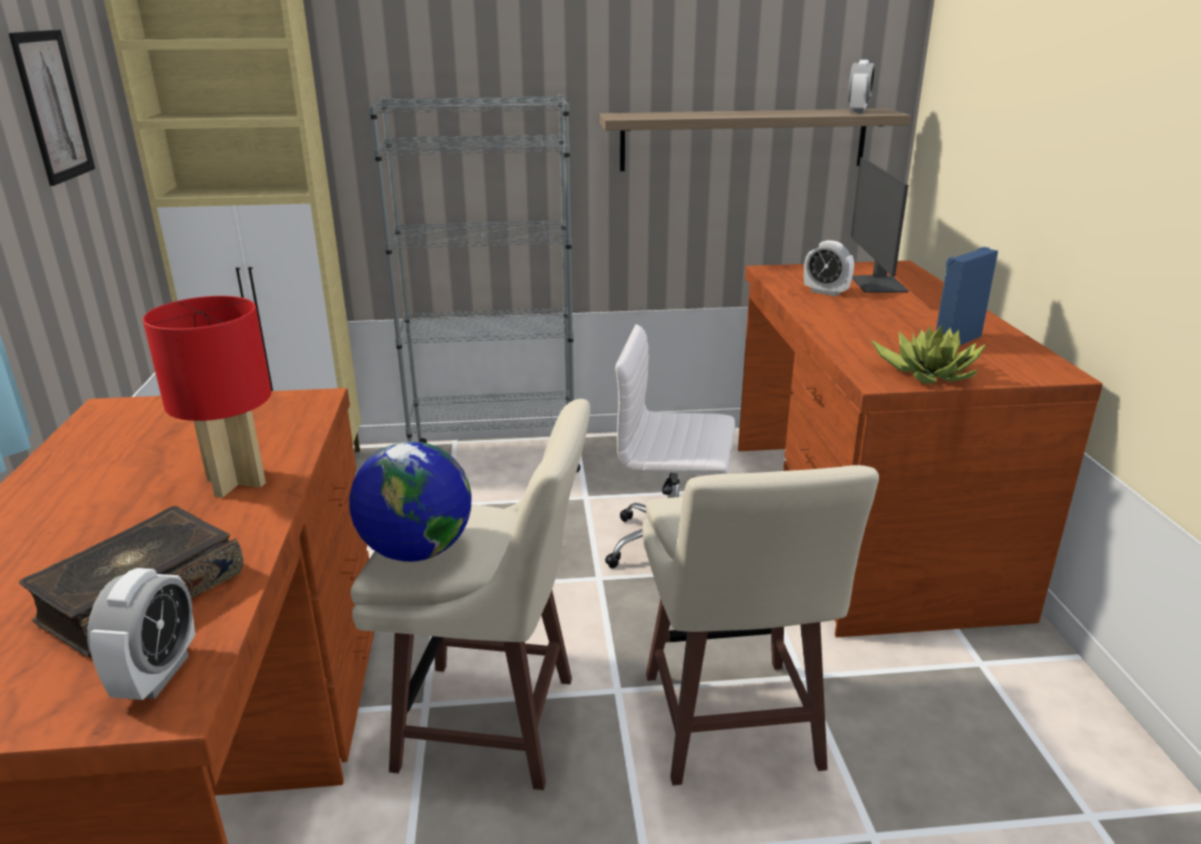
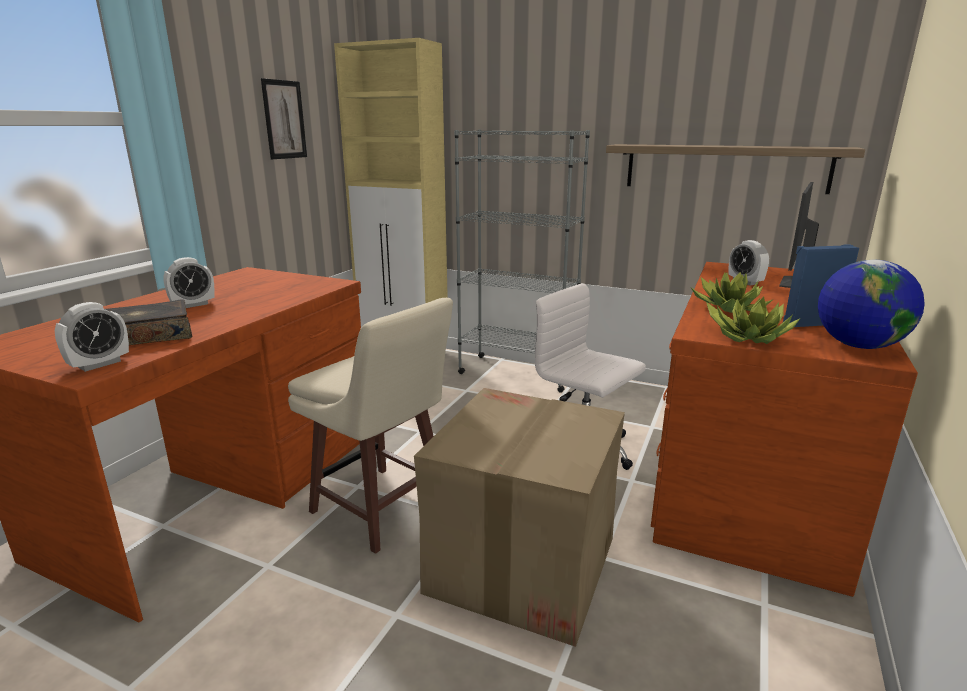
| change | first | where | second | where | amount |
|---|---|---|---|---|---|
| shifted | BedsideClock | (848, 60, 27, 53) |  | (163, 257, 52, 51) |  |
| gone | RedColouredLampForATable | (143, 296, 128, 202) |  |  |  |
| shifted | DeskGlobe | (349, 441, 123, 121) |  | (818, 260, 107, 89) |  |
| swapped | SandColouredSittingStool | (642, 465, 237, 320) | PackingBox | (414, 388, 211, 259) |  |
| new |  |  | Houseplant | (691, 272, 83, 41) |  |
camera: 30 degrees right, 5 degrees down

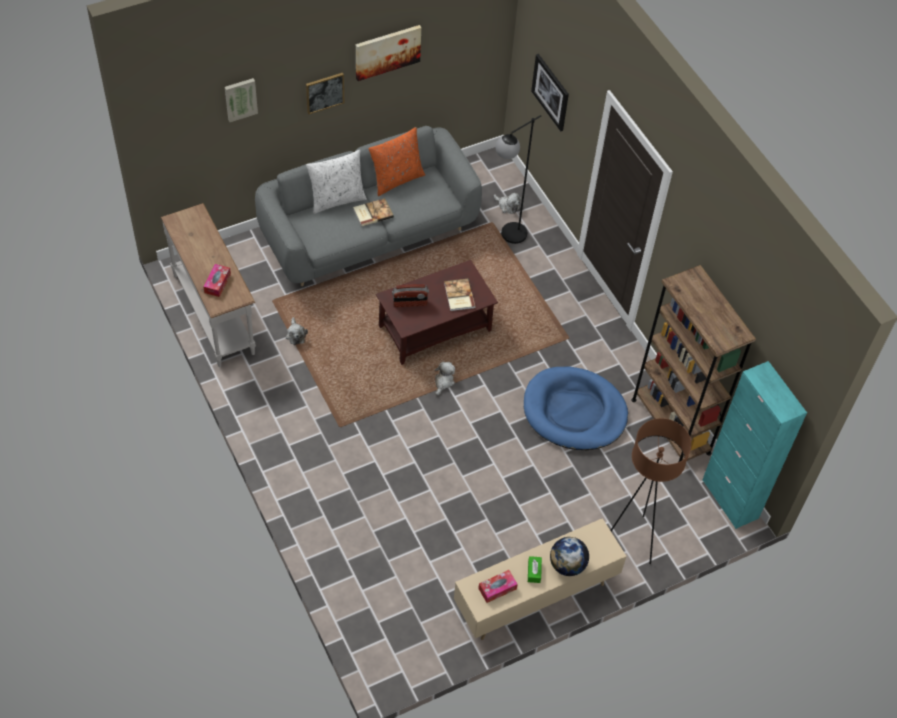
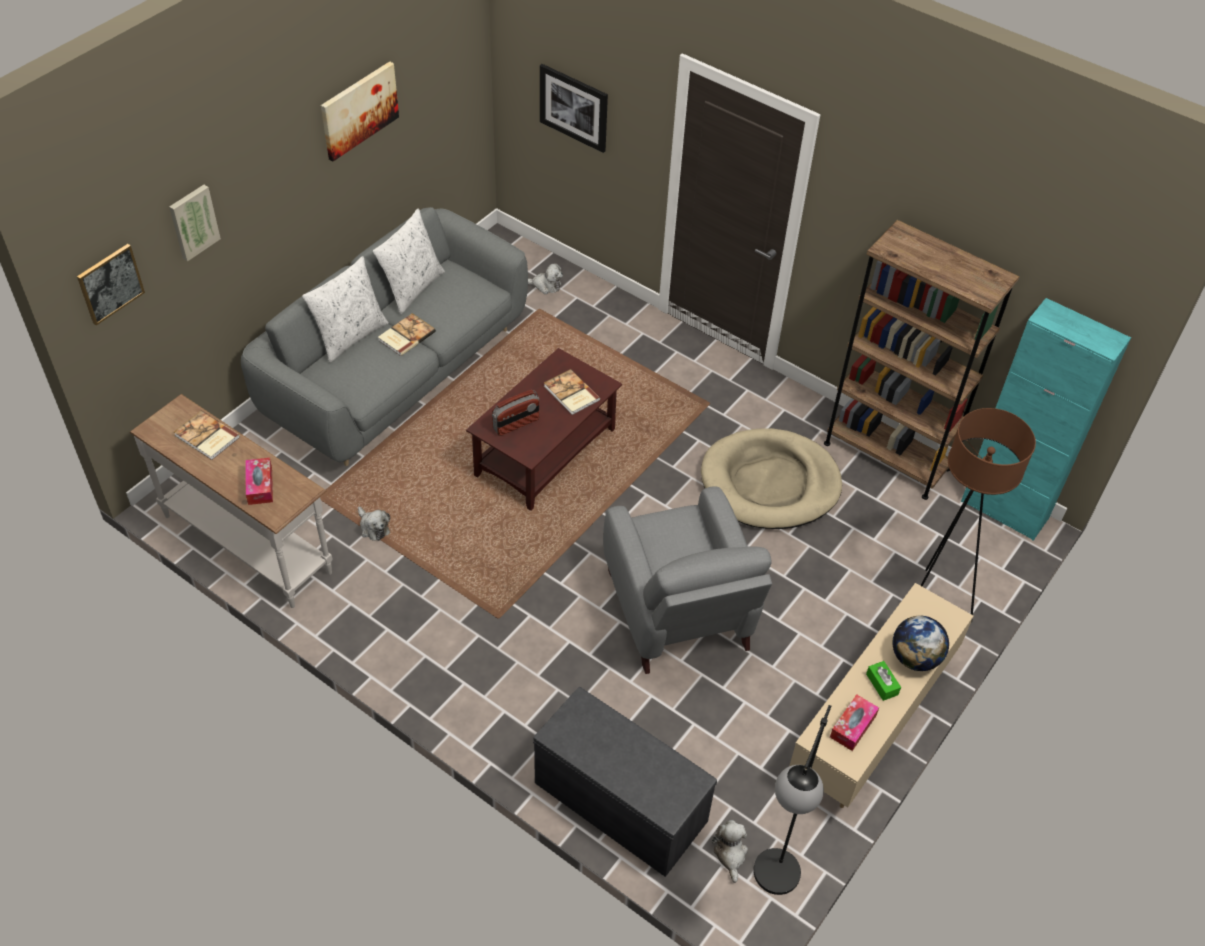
| change | first | where | second | where | amount |
|---|---|---|---|---|---|
| shifted | Picture | (306, 73, 38, 42) |  | (77, 244, 68, 81) |  |
| shifted | BlackStandardLamp | (495, 115, 46, 129) |  | (753, 705, 79, 190) |  |
| repainted | OrangeyCushion | (369, 127, 56, 69) | WhitishCushion | (373, 208, 72, 106) |  |
| shifted | SoftToy | (435, 362, 20, 33) |  | (712, 820, 36, 63) |  |
| repainted | BlueDogBed | (524, 367, 104, 83) | SandColouredDogBed | (701, 428, 141, 101) |  |
| new |  |  | Book | (174, 411, 66, 49) |  |
| new |  |  | GrayLoungeChair | (603, 486, 169, 188) |  |
| new |  |  | GrayLongSeat | (533, 687, 184, 190) |  |
camera: 25 degrees left, 5 degrees down

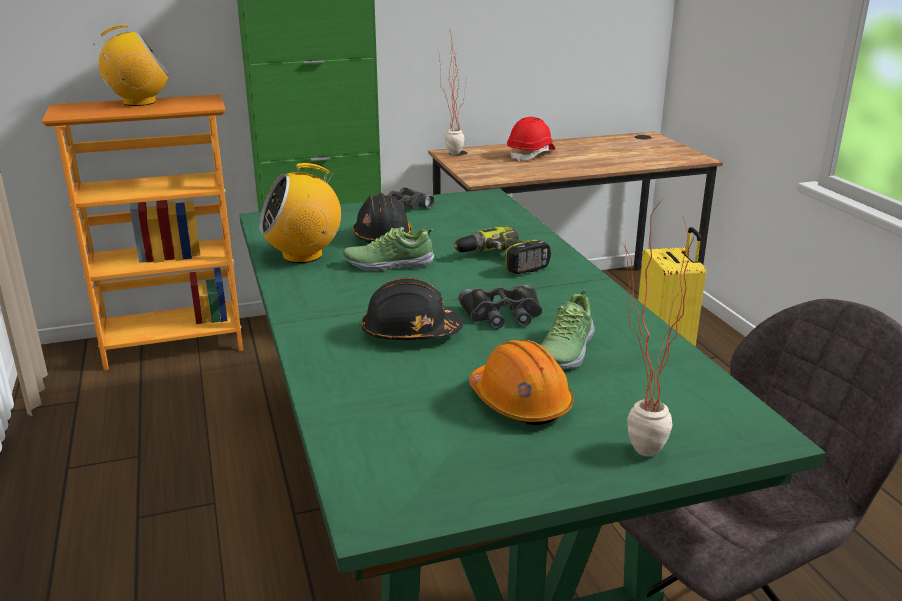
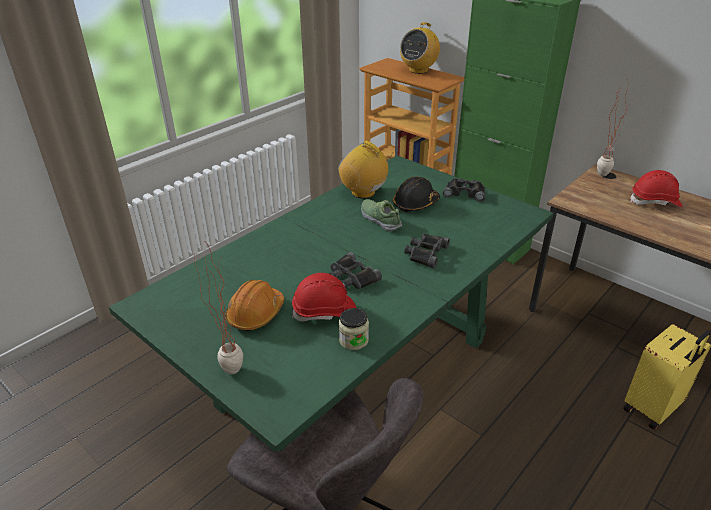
| change | first | where | second | where | amount |
|---|---|---|---|---|---|
| rotated | RadioSet | (98, 25, 71, 81) |  | (400, 22, 40, 52) | 90 degrees clockwise |
| swapped | ElectricDrill | (454, 227, 97, 47) | BlackPairOfBinoculars | (404, 233, 46, 35) |  |
| gone | BlackWorkHelmet | (361, 278, 102, 62) |  |  |  |
| swapped | Shoe | (541, 290, 54, 79) | RedColouredWorkHelmet | (292, 273, 64, 48) |  |
| new |  |  | StorageJar | (339, 308, 30, 42) |  |
camera: 60 degrees right, 10 degrees up

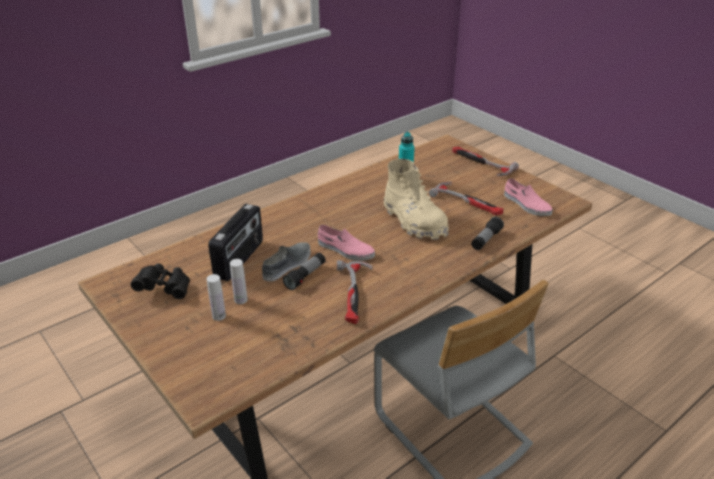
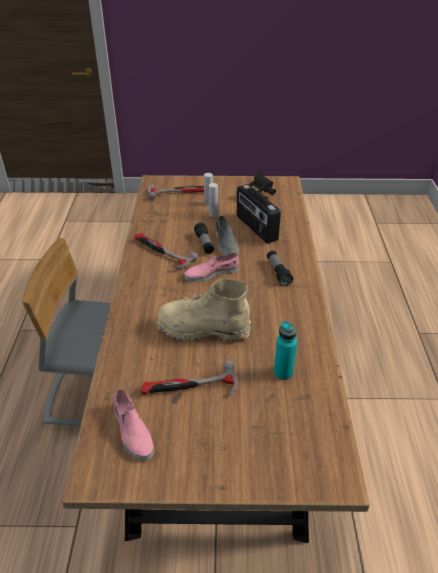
| change | first | where | second | where | amount |
|---|---|---|---|---|---|
| shifted | Hammer | (452, 147, 67, 29) |  | (148, 184, 56, 17) |  |
| rotated | PinkShoe | (504, 178, 49, 38) |  | (113, 389, 41, 72) | 120 degrees counterclockwise |
| shifted | Torch | (471, 217, 33, 33) |  | (267, 251, 26, 35) |  |
camera: 130 degrees right, 5 degrees up

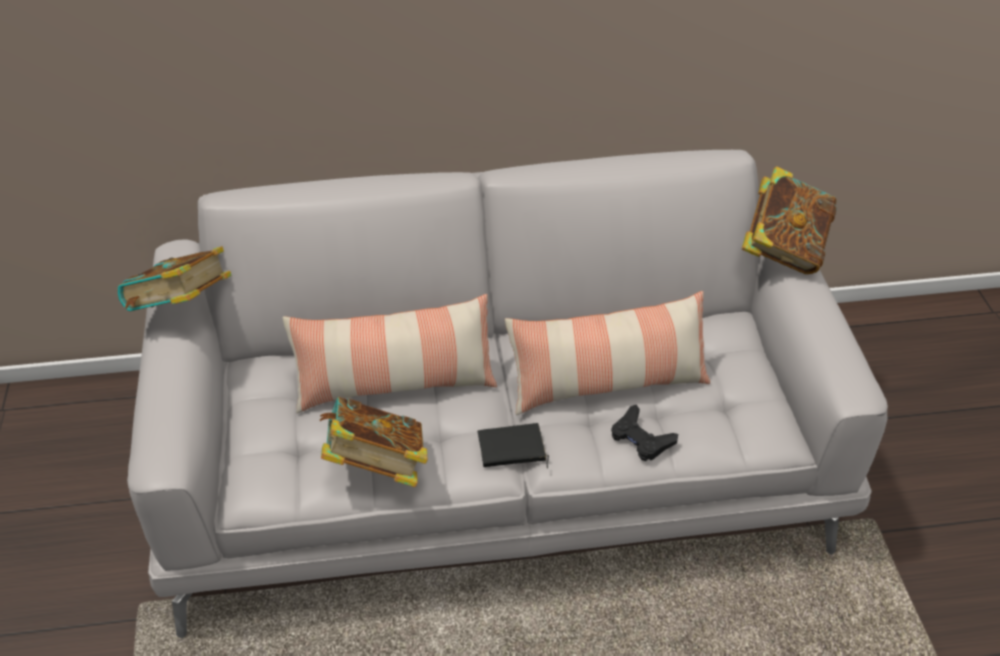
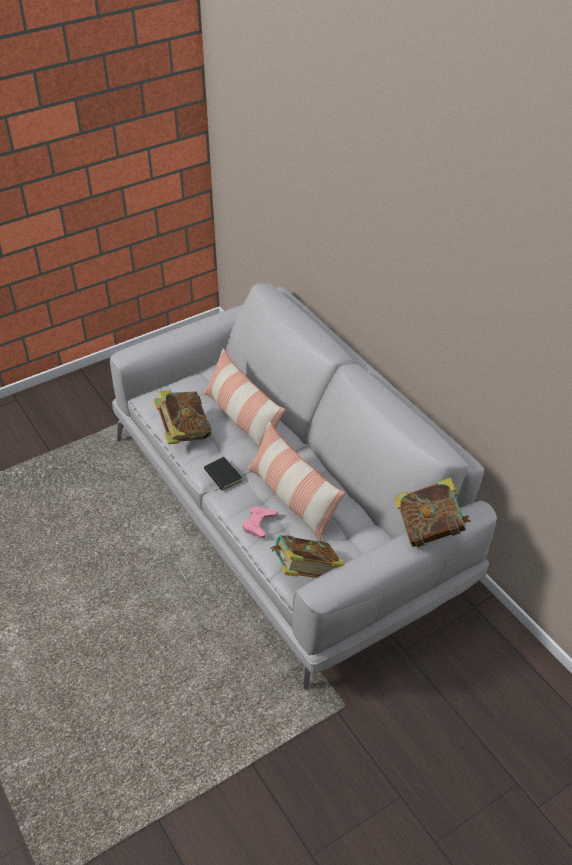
| change | first | where | second | where | amount |
|---|---|---|---|---|---|
| shifted | Book | (118, 246, 113, 65) |  | (270, 535, 75, 43) |  |
| repainted | BlackGameController | (611, 404, 67, 57) | PinkGameController | (243, 506, 35, 32) |  |
camera: 65 degrees right, 0 degrees up

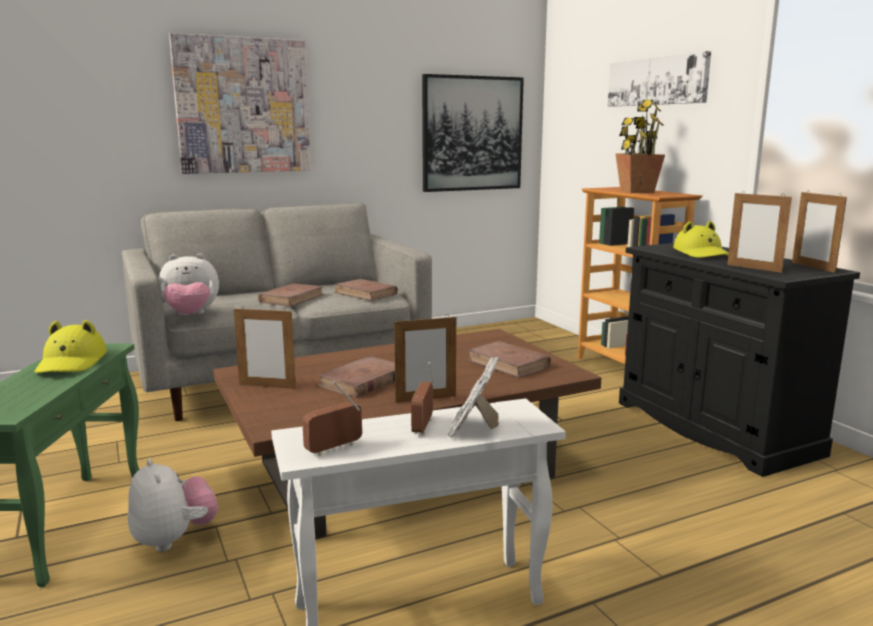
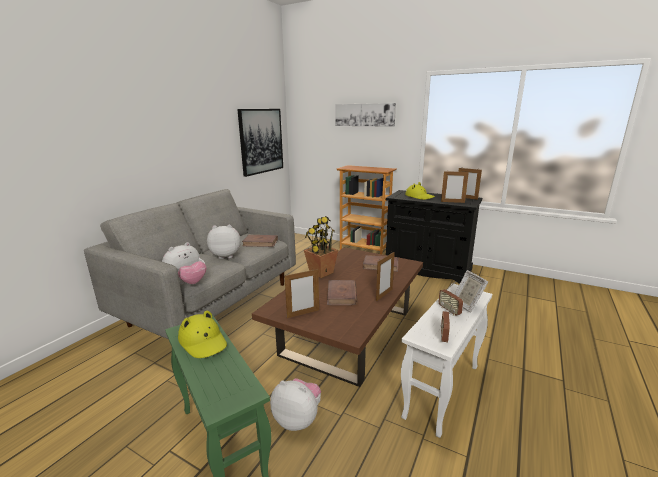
| change | first | where | second | where | amount |
|---|---|---|---|---|---|
| gone | Picture | (169, 33, 142, 141) |  |  |  |
| shifted | Houseplant | (616, 100, 49, 93) |  | (304, 215, 34, 63) |  |
| swapped | BrownColouredBook | (258, 283, 66, 24) | SoftToy | (207, 225, 34, 34) |  |
camera: 35 degrees left, 5 degrees up

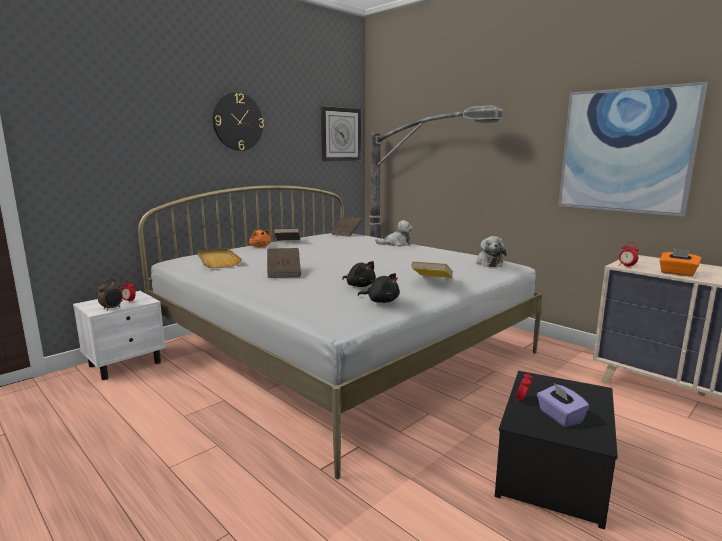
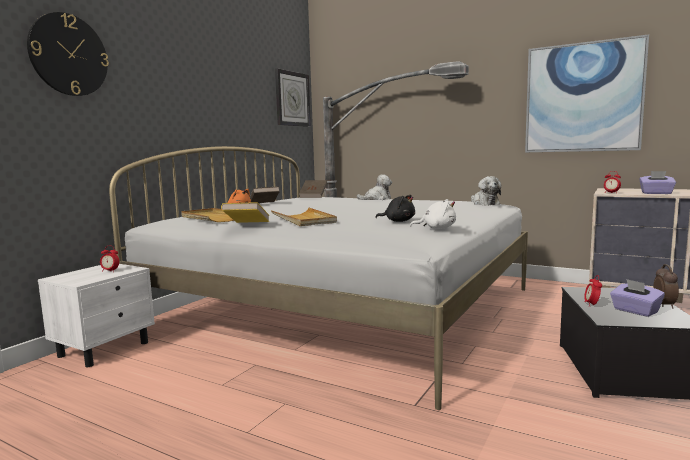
| change | first | where | second | where | amount |
|---|---|---|---|---|---|
| shifted | HangingClock | (213, 92, 51, 59) |  | (27, 12, 82, 84) |  |
| swapped | BrownColouredBook | (267, 248, 34, 30) | SandColouredServingTray | (271, 207, 66, 19) |  |
| repainted | OrangeyTissueBox | (659, 248, 42, 29) | PurpleColouredTissueBox | (639, 171, 37, 23) |  |
| shifted | YellowBook | (411, 261, 42, 17) |  | (221, 202, 49, 21) |  |
| repainted | BlackSoftToy | (357, 273, 43, 30) | WhitishSoftToy | (410, 199, 46, 30) |  |
| shifted | BedsideClock | (98, 279, 25, 32) |  | (653, 264, 26, 45) |  |
camera: 15 degrees left, 5 degrees down

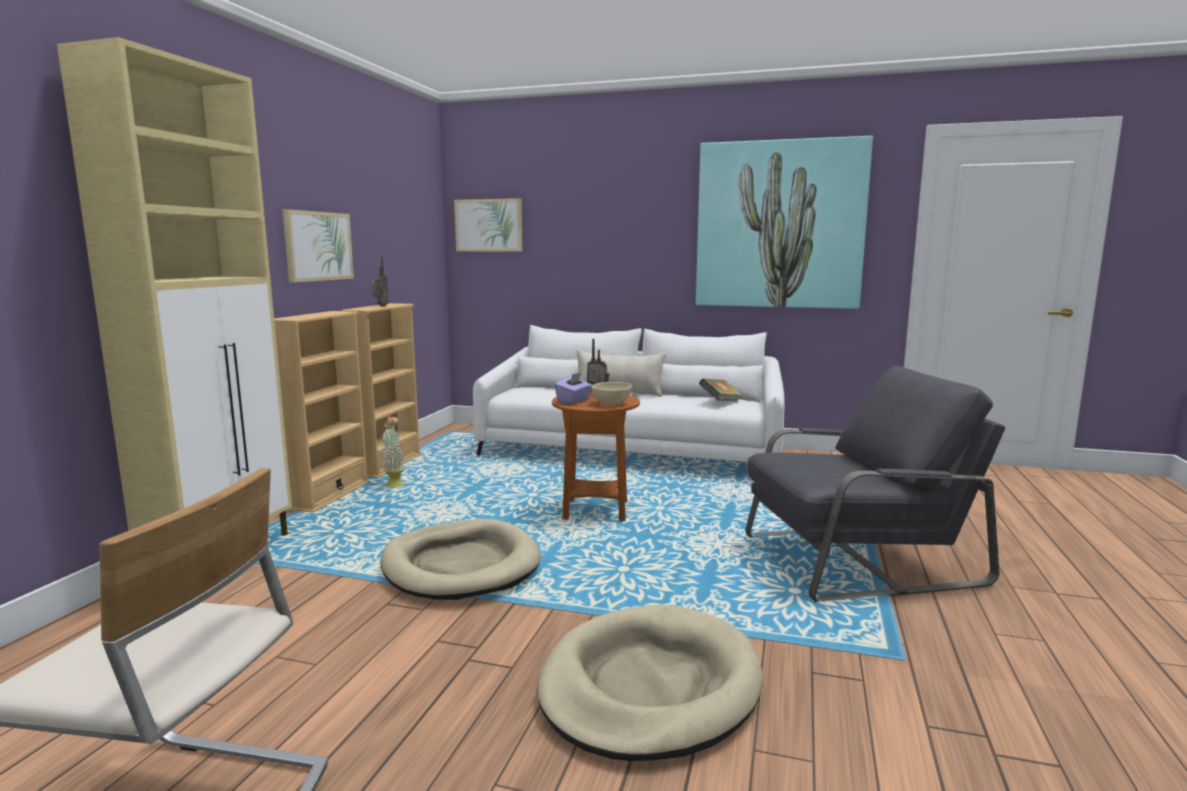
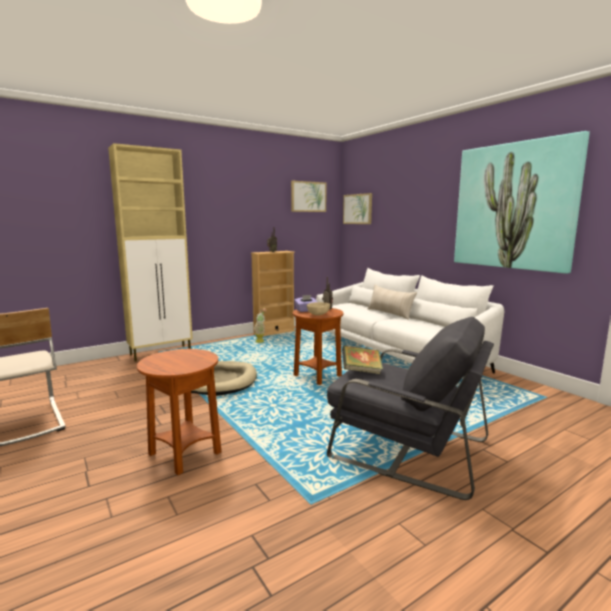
| change | first | where | second | where | amount |
|---|---|---|---|---|---|
| shifted | Picture | (282, 209, 72, 74) |  | (291, 181, 36, 31) |  |
| gone | SandColouredBookcase | (274, 311, 96, 202) |  |  |  |
| shifted | Book | (699, 379, 43, 22) |  | (342, 345, 41, 29) |  |
| swapped | SandColouredDogBed | (537, 605, 226, 156) | BrownColouredSideTable | (137, 349, 85, 126) |  |
camera: 40 degrees right, 0 degrees up

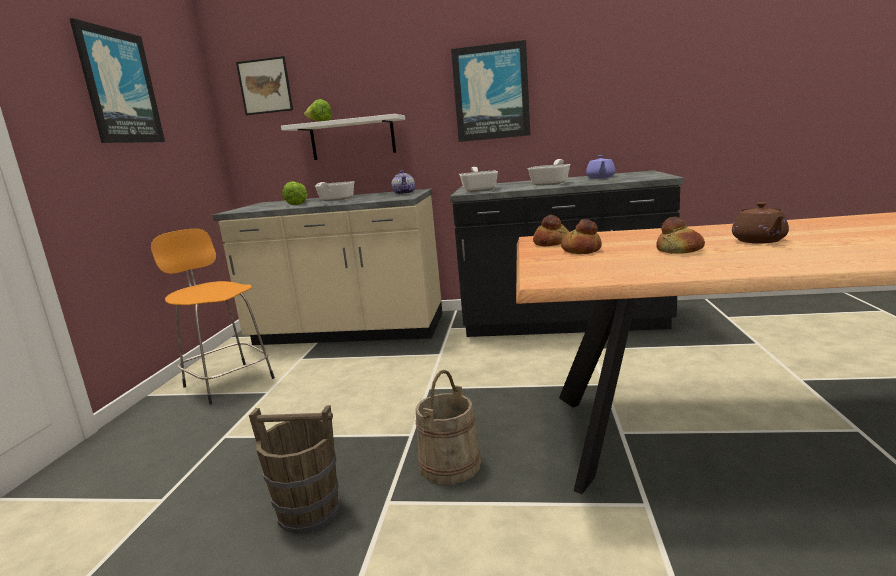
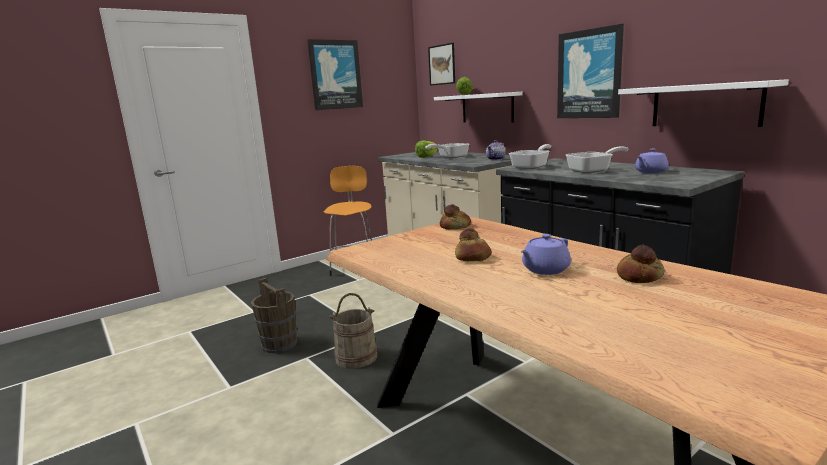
| change | first | where | second | where | amount |
|---|---|---|---|---|---|
| repainted | BrownColouredPotForTea | (732, 202, 57, 41) | PurpleColouredPotForTea | (520, 234, 51, 41) |  |
| shifted | BakedBread | (561, 219, 41, 35) |  | (617, 245, 48, 38) |  |
| new |  |  | WhitishBracketShelf | (618, 79, 171, 48) |  |
camera: 45 degrees right, 0 degrees up

